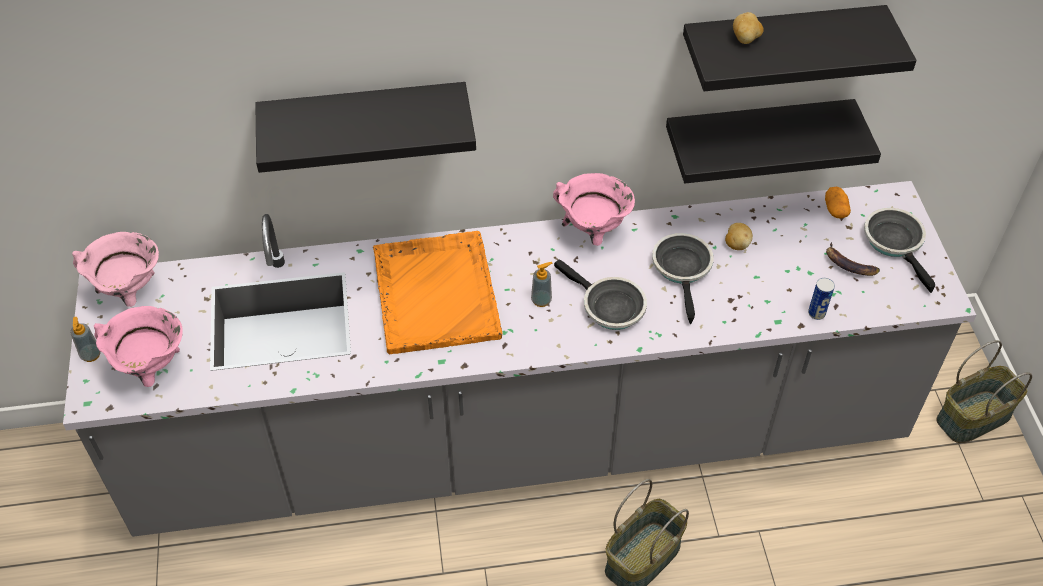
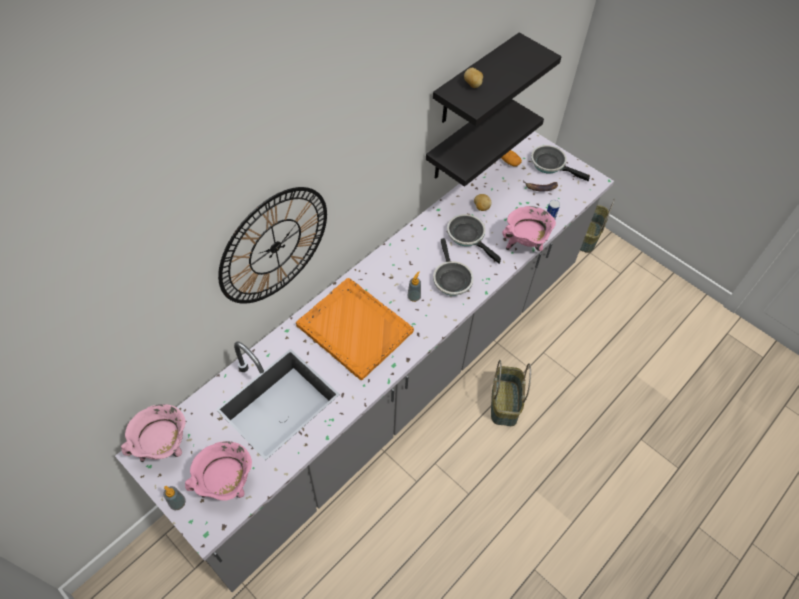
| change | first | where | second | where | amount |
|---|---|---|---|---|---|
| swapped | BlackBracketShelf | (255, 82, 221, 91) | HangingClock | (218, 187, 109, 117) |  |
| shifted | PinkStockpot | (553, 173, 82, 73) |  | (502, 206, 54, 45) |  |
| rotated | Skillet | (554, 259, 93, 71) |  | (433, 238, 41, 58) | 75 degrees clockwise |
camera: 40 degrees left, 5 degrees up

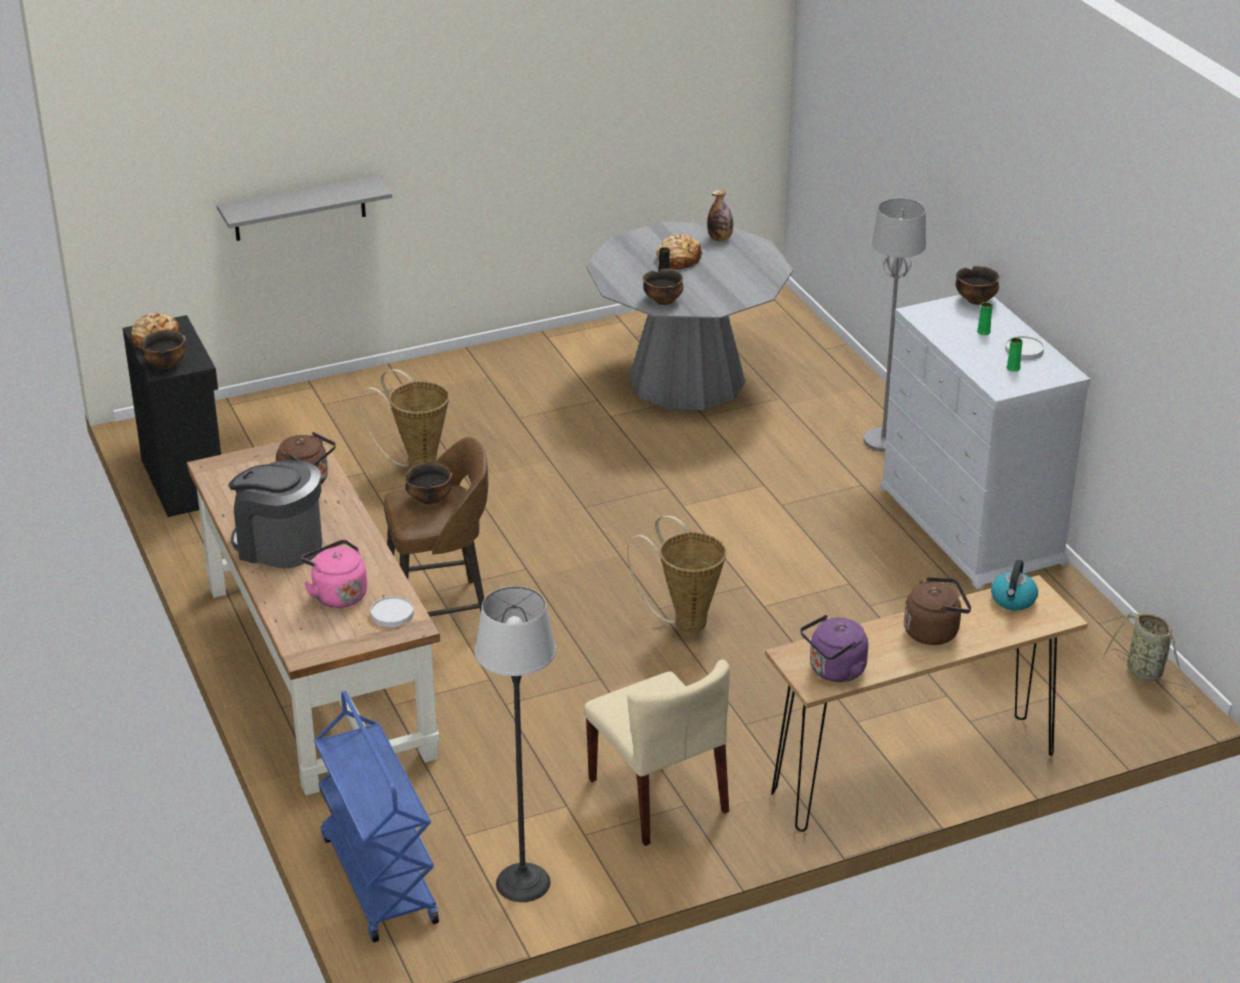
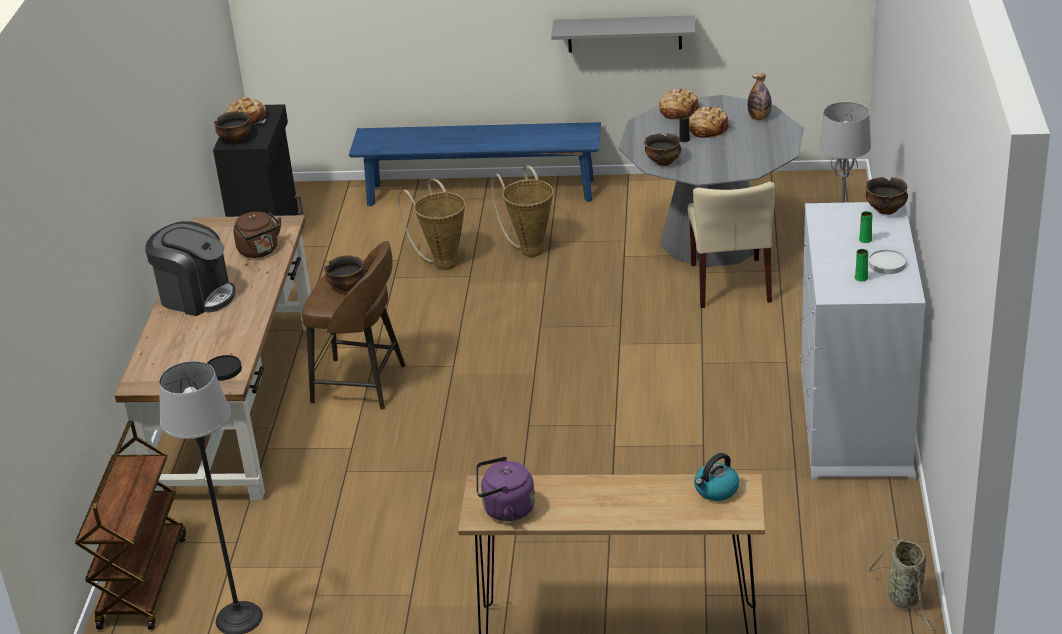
| change | first | where | second | where | amount |
|---|---|---|---|---|---|
| shifted | GrayBracketShelf | (217, 175, 175, 66) |  | (551, 15, 144, 38) |  |
| rotated | CoffeeBrewer | (228, 460, 94, 108) |  | (145, 221, 91, 95) | 150 degrees clockwise |
| shifted | Basket | (627, 516, 99, 116) |  | (491, 165, 62, 92) |  |
| gone | PinkWaterKettle | (301, 540, 66, 68) |  |  |  |
| gone | BrownColouredWaterKettle | (904, 577, 67, 68) |  |  |  |
| repainted | WhitishPlate | (371, 596, 43, 31) | BlackPlate | (207, 355, 35, 26) |  |
| shifted | SandColouredPlainChair | (584, 660, 146, 186) |  | (688, 182, 87, 126) |  |
| repainted | BlueTrolley | (314, 691, 125, 251) | BrownColouredTrolley | (75, 420, 111, 210) |  |
| new |  |  | BakedBread | (659, 88, 44, 32) |  |
| new |  |  | BlueLongSeat | (349, 122, 252, 85) |  |
camera: 30 degrees right, 0 degrees up

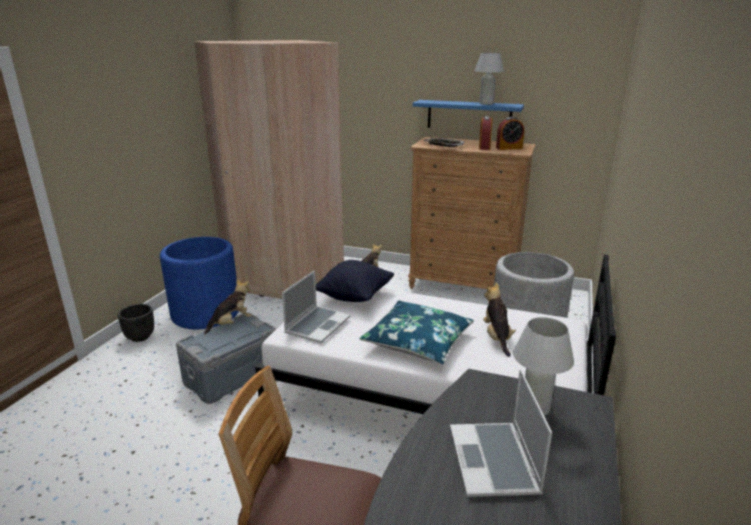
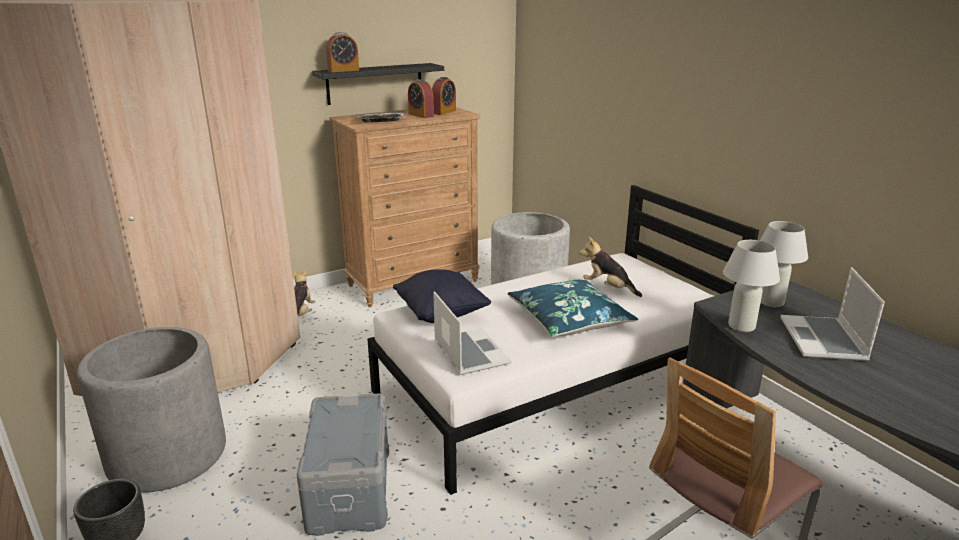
| change | first | where | second | where | amount |
|---|---|---|---|---|---|
| shifted | WhitishLampForATable | (475, 53, 29, 52) |  | (723, 240, 57, 92) |  |
| repainted | BlueBracketShelf | (412, 100, 112, 28) | BlackBracketShelf | (312, 63, 132, 42) |  |
| repainted | BlueFlowerPot | (160, 237, 79, 92) | GrayFlowerPot | (77, 327, 149, 166) |  |
| gone | SoftToy | (204, 278, 48, 57) |  |  |  |
| rotated | PortableComputer | (450, 369, 102, 128) |  | (781, 267, 104, 94) | 60 degrees clockwise |
| new |  |  | BedsideClock | (326, 32, 33, 40) |  |
camera: 50 degrees left, 0 degrees up

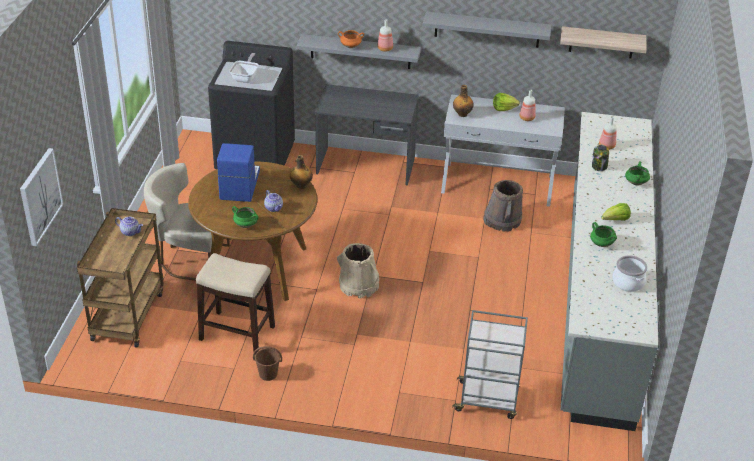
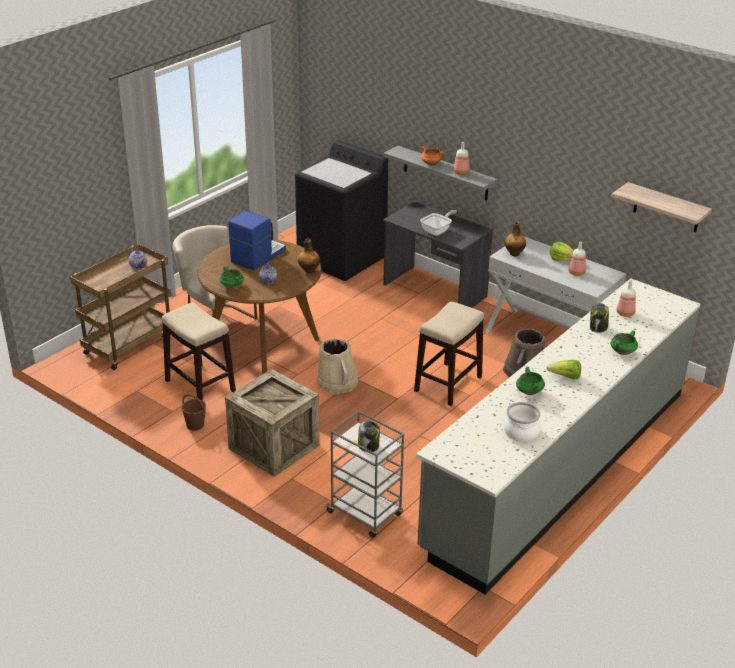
| change | first | where | second | where | amount |
|---|---|---|---|---|---|
| gone | GrayBracketShelf | (423, 12, 128, 36) |  |  |  |
| shifted | Skillet | (229, 53, 30, 30) |  | (420, 210, 37, 26) |  |
| gone | Picture | (20, 148, 44, 98) |  |  |  |
| new |  |  | SittingStool | (414, 302, 70, 104) |  |
| new |  |  | ShippingCrate | (225, 369, 94, 108) |  |
| new |  |  | StorageJar | (358, 421, 22, 31) |  |
camera: 30 degrees right, 5 degrees down

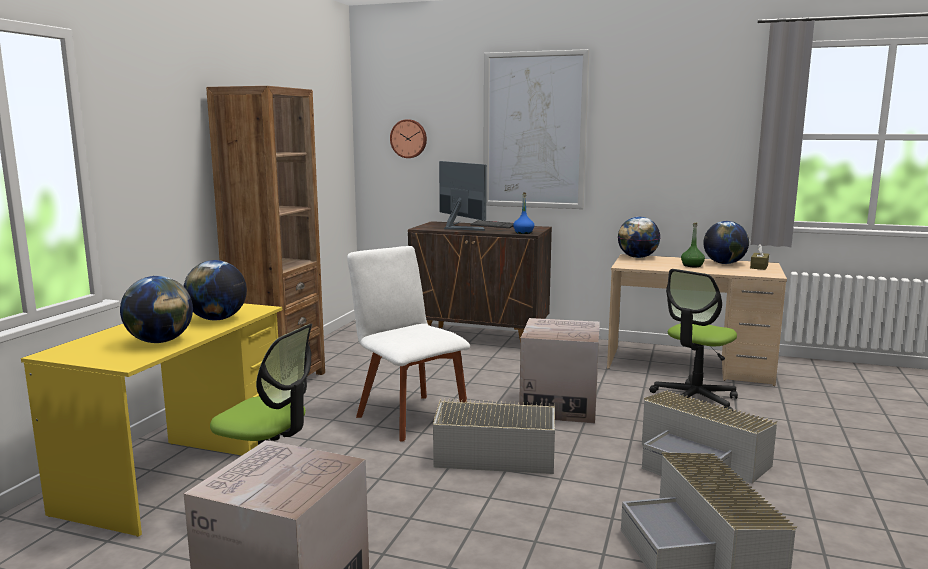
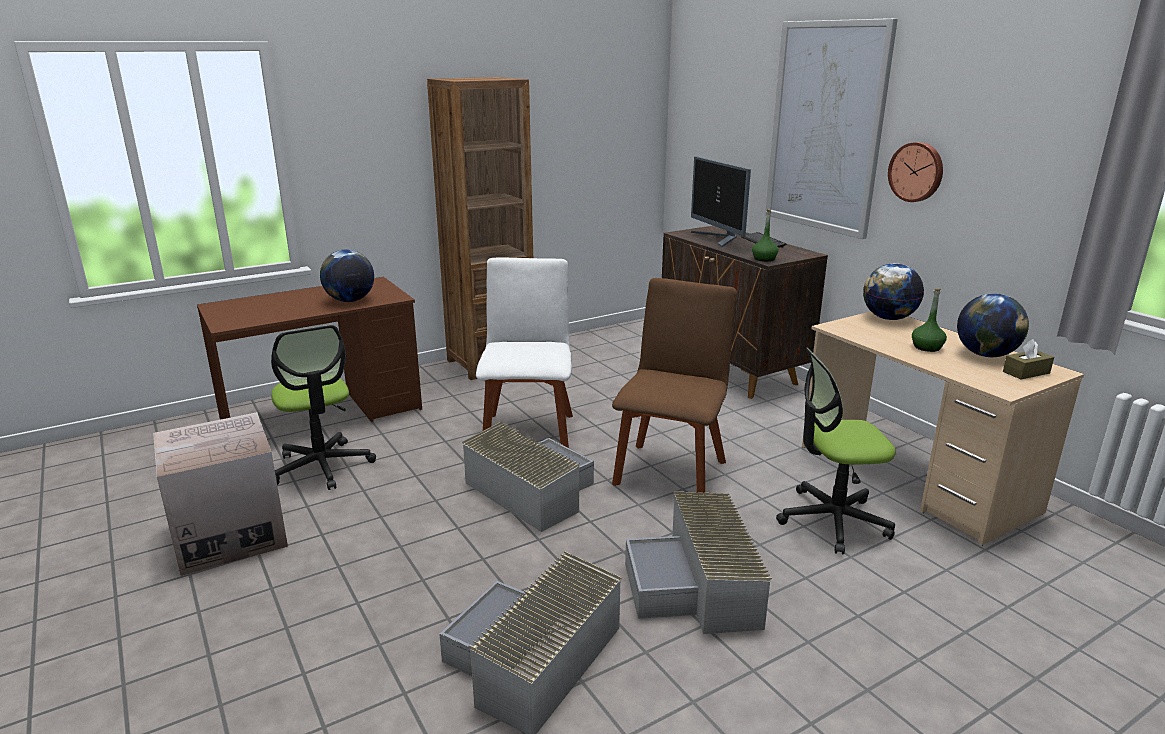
| change | first | where | second | where | amount |
|---|---|---|---|---|---|
| shifted | HangingClock | (390, 119, 37, 39) |  | (888, 142, 55, 60) |  |
| rotated | ComputerDisplay | (439, 161, 48, 70) |  | (691, 156, 60, 91) | 150 degrees clockwise |
| repainted | BlueBottle | (513, 193, 21, 41) | GreenColouredBottle | (752, 209, 27, 52) |  |
| gone | DeskGlobe | (120, 276, 73, 67) |  |  |  |
| repainted | YellowDeskTable | (21, 303, 261, 234) | BrownColouredDeskTable | (197, 277, 225, 145) |  |
| swapped | PackingBox | (519, 318, 81, 105) | BrownColouredPlainChair | (612, 278, 125, 215) |  |
camera: 40 degrees right, 10 degrees up

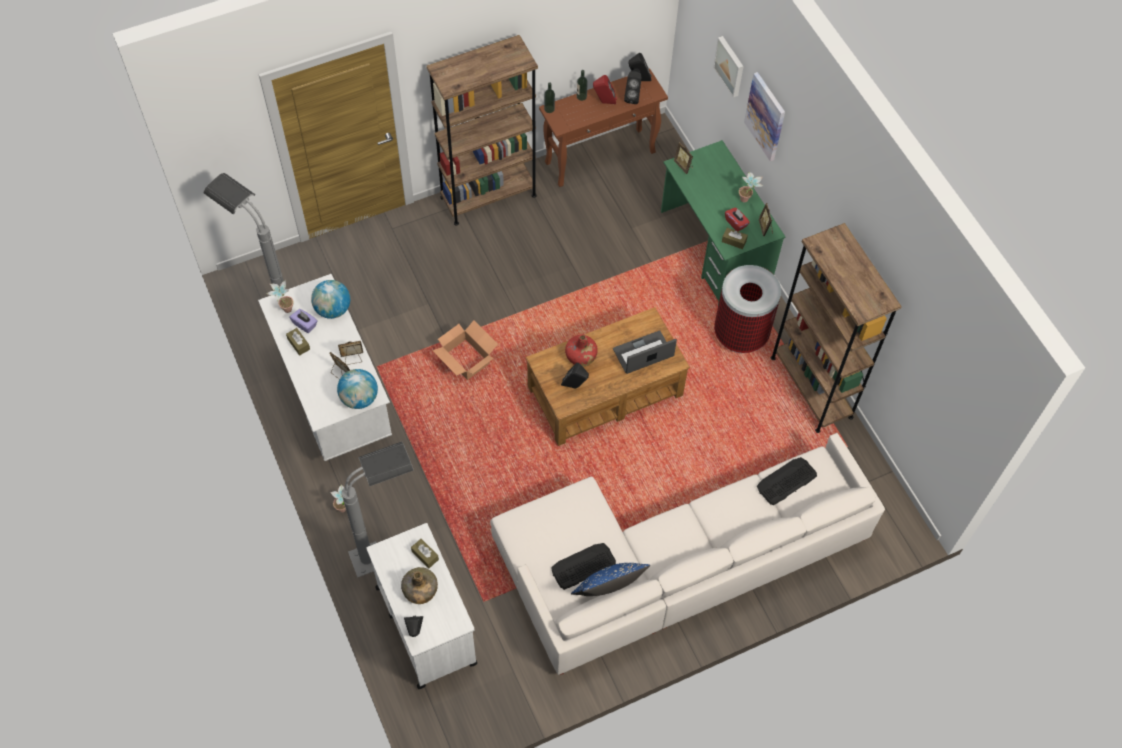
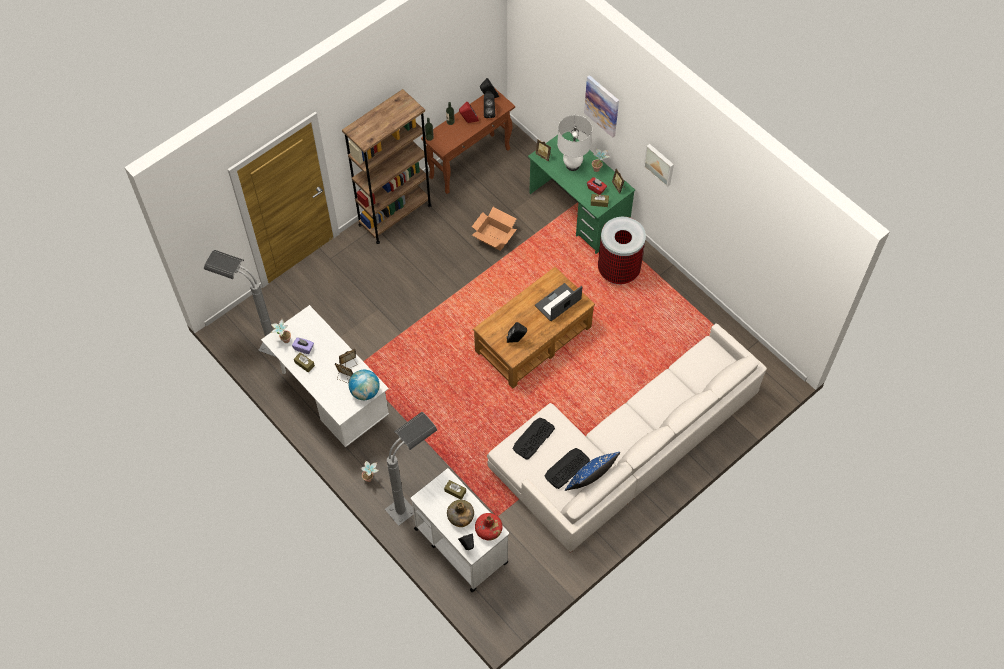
| change | first | where | second | where | amount |
|---|---|---|---|---|---|
| shifted | Picture | (713, 36, 31, 62) |  | (643, 144, 31, 43) |  |
| gone | BrownColouredBookcase | (771, 223, 131, 210) |  |  |  |
| gone | DeskGlobe | (311, 280, 39, 39) |  |  |  |
| shifted | PackingBox | (433, 320, 65, 60) |  | (472, 207, 45, 44) |  |
| shifted | RedColouredBottle | (565, 334, 33, 33) |  | (475, 513, 28, 27) |  |
| shifted | ComputerKeyboard | (757, 457, 60, 48) |  | (512, 417, 43, 43) |  |
| new |  |  | WhitishLampForATable | (557, 115, 35, 56) |  |
camera: 15 degrees left, 0 degrees up

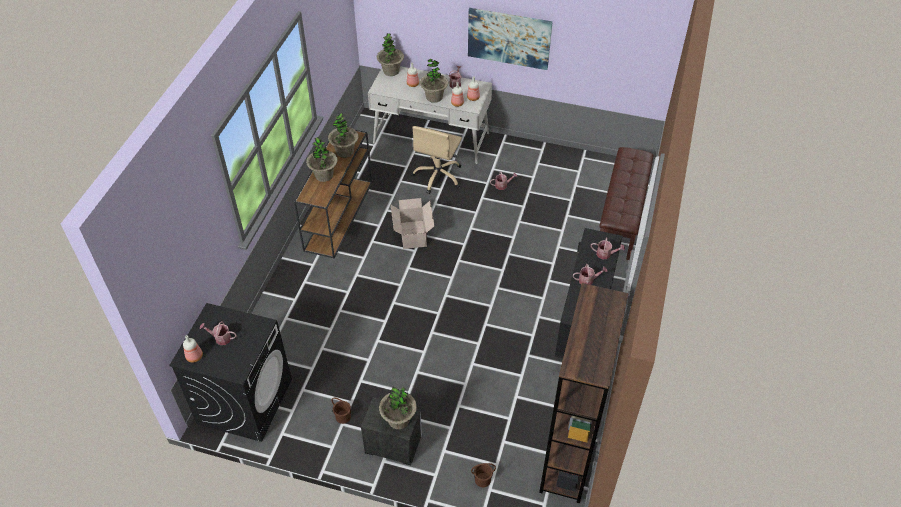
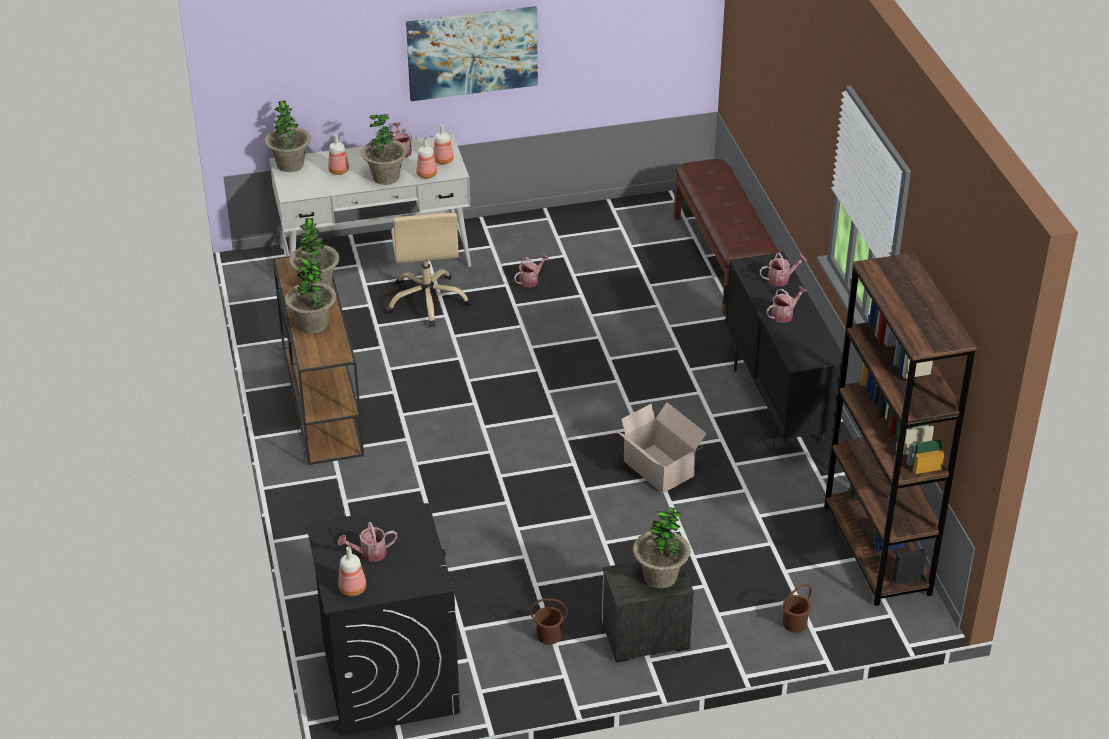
| change | first | where | second | where | amount |
|---|---|---|---|---|---|
| shifted | PackingBox | (390, 198, 44, 51) |  | (615, 402, 92, 92) |  |
camera: 30 degrees left, 10 degrees down

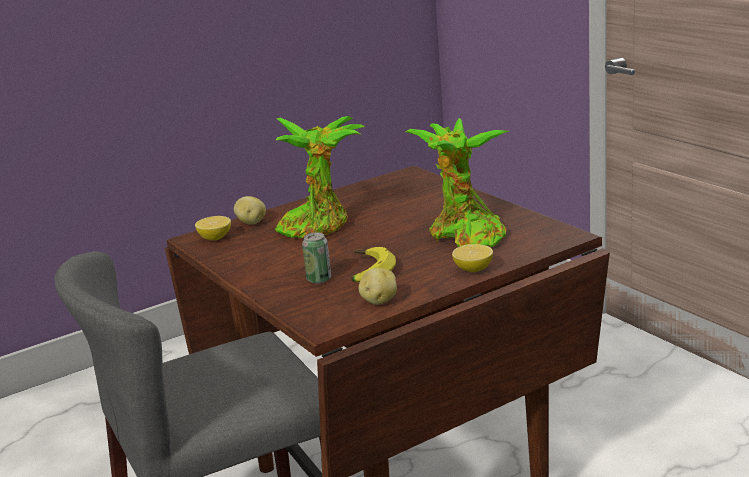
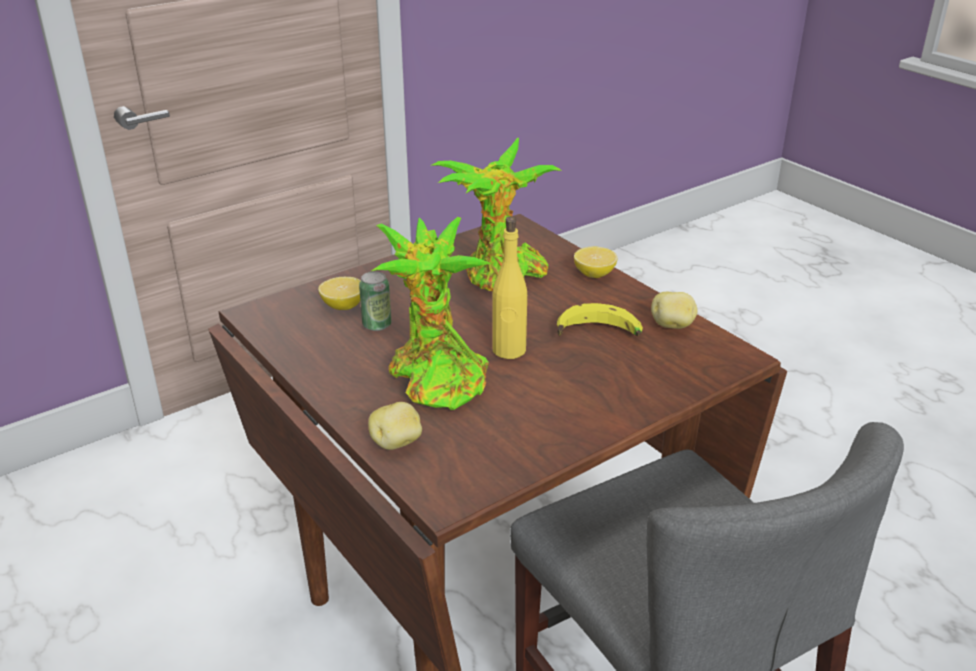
| change | first | where | second | where | amount |
|---|---|---|---|---|---|
| shifted | Lemon | (195, 216, 36, 25) |  | (318, 276, 43, 34) |  |
| shifted | Can | (302, 232, 29, 52) |  | (359, 271, 32, 60) |  |
| new |  |  | YellowBottle | (492, 216, 35, 143) |  |
camera: 95 degrees left, 10 degrees up

